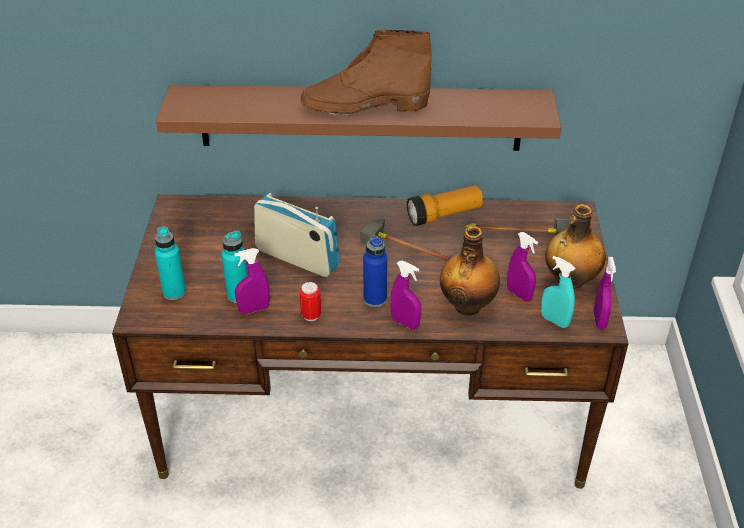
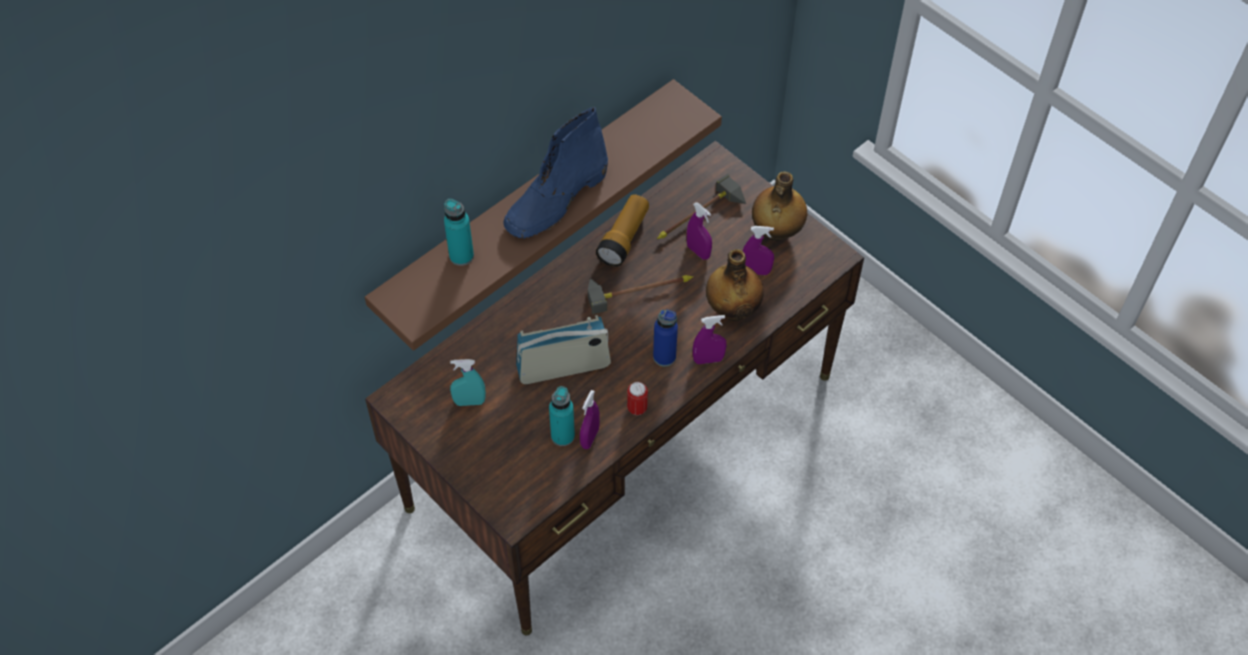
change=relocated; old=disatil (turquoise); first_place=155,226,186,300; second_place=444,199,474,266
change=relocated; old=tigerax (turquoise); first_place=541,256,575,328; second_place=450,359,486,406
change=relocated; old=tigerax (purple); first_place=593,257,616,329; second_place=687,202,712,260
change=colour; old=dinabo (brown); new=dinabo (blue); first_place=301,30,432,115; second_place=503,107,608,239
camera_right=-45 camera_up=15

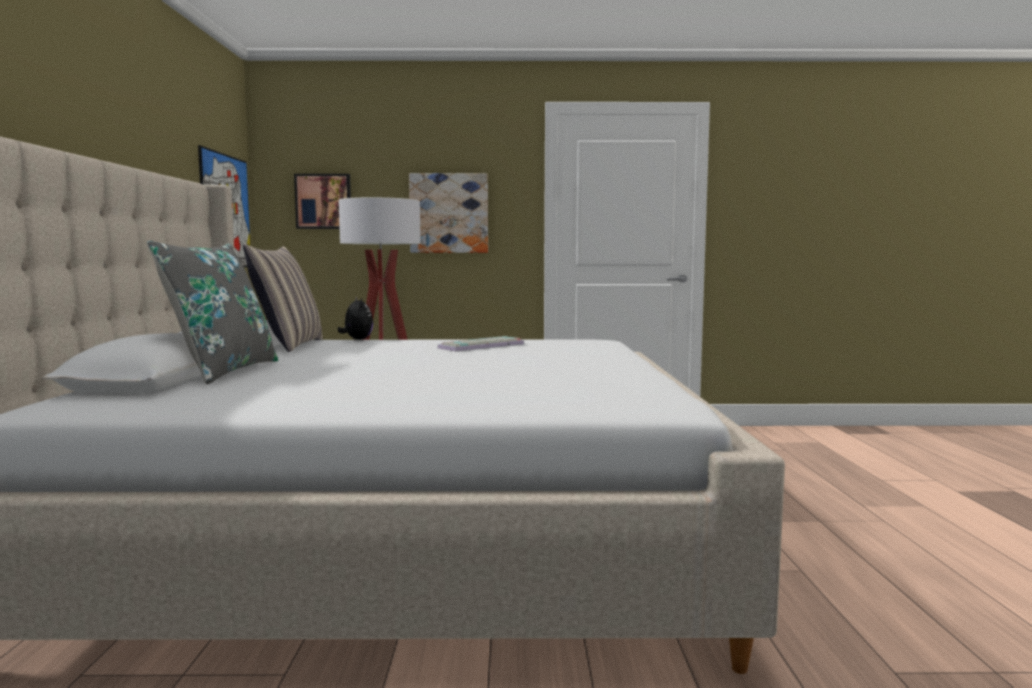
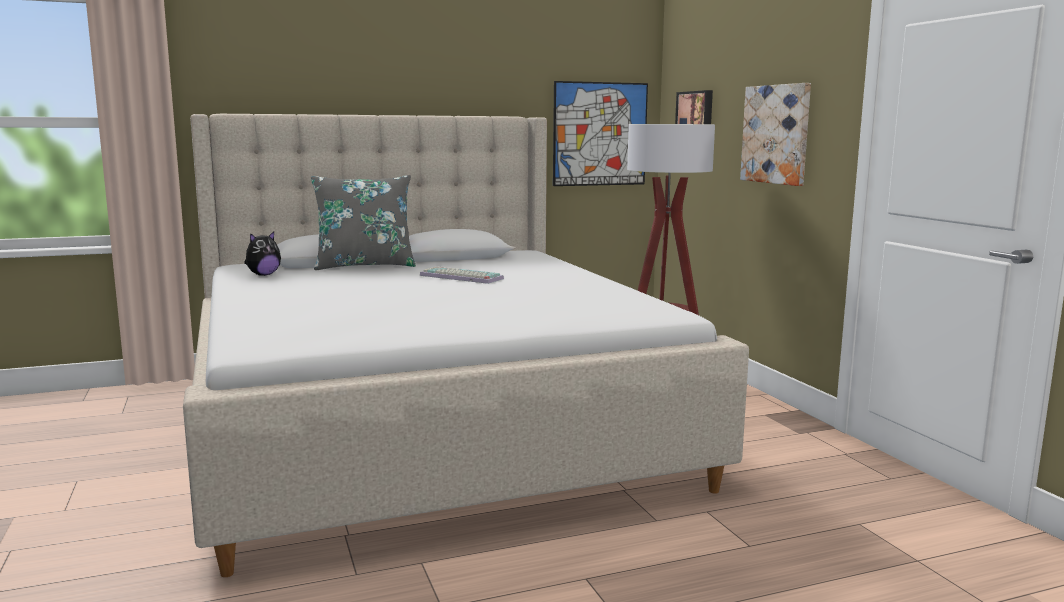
change=missing; old=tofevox; first_place=243,244,323,352
change=relocated; old=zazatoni; first_place=338,297,373,340; second_place=244,232,281,276
change=relocated; old=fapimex; first_place=437,336,524,352; second_place=420,266,504,284
camera_right=70 camera_up=5

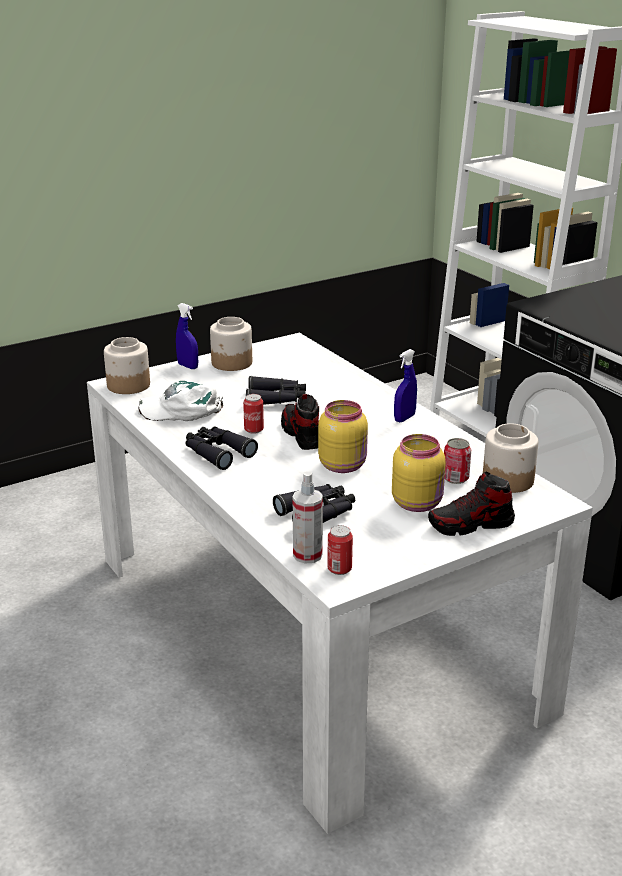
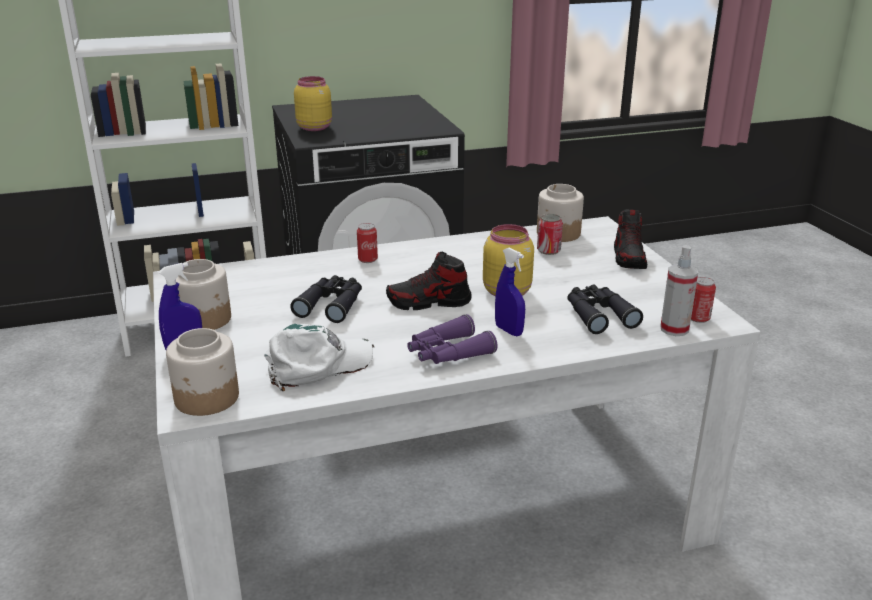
change=relocated; old=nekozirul; first_place=243,394,264,434; second_place=357,223,378,263
change=relocated; old=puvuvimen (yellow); first_place=392,434,446,512; second_place=294,76,332,131
change=relocated; old=tigerax (blue); first_place=394,349,417,422; second_place=495,248,525,336
change=colour; old=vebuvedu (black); new=vebuvedu (purple); first_place=186,427,258,470; second_place=407,314,497,364
change=spun; old=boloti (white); first_place=138,381,223,421; second_place=264,324,374,391; degrees=-135
camera_right=-75 camera_up=0

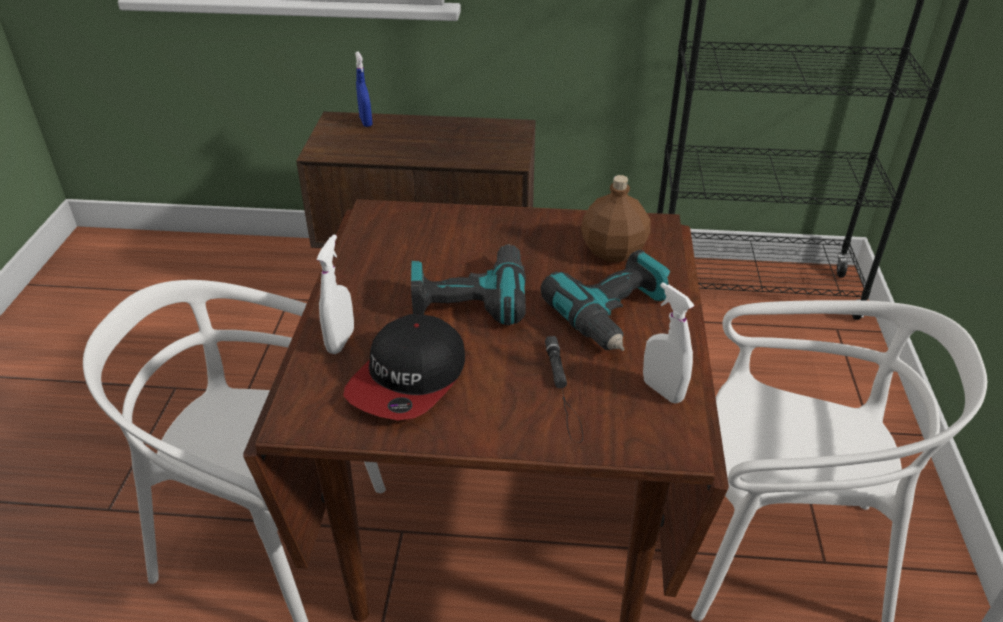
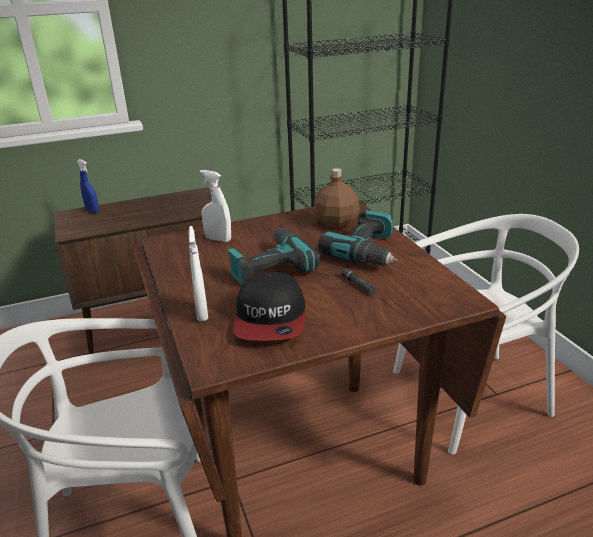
change=relocated; old=tigerax (white); first_place=643,282,695,403; second_place=200,170,231,242
camera_right=-25 camera_up=-10

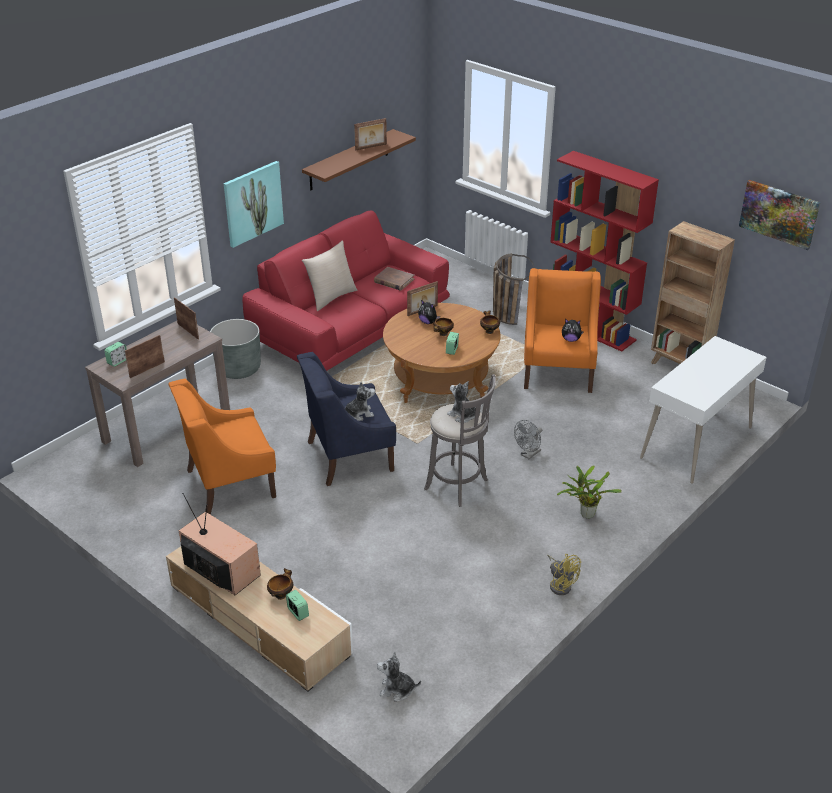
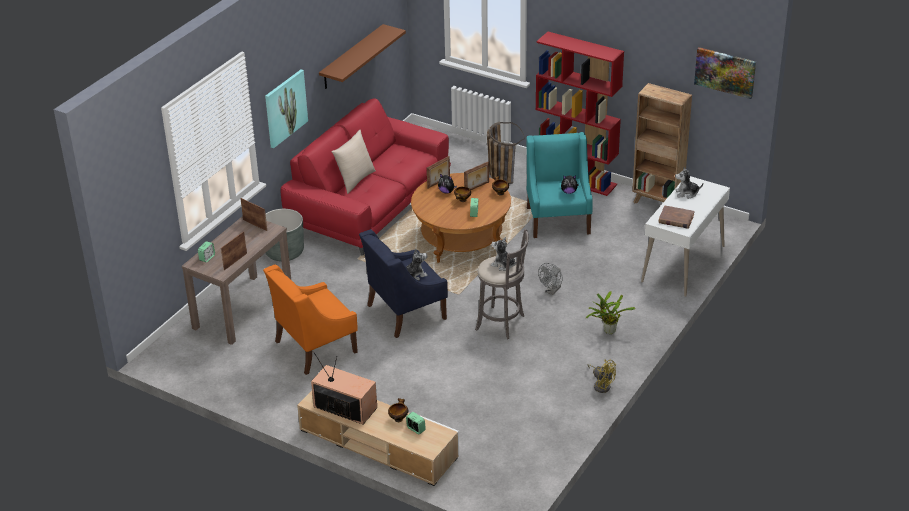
change=relocated; old=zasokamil; first_place=354,118,387,151; second_place=464,161,489,190
change=relocated; old=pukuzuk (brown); first_place=374,267,414,291; second_place=659,206,695,229
change=relocated; old=zazatoni; first_place=377,651,421,701; second_place=675,167,703,199
change=colour; old=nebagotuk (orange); new=nebagotuk (turquoise); first_place=524,268,601,393; second_place=526,132,593,238
camera_right=-10 camera_up=0

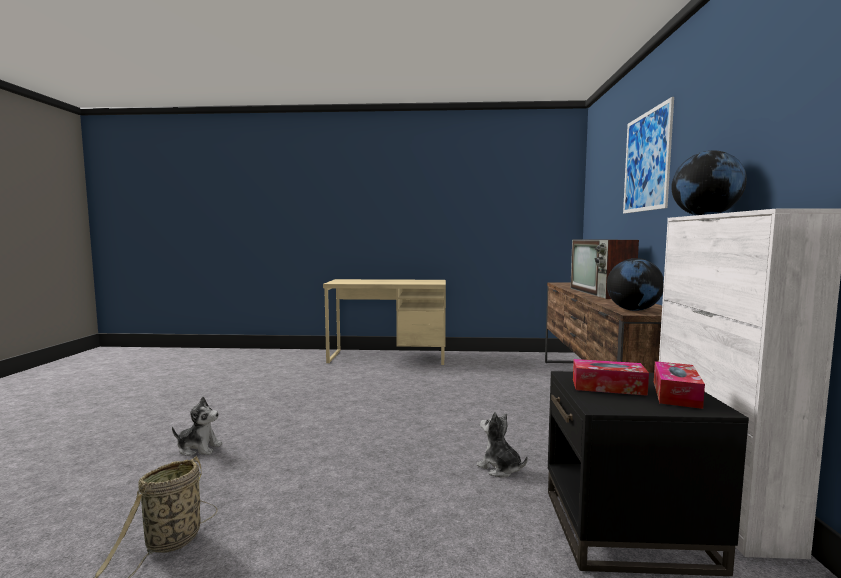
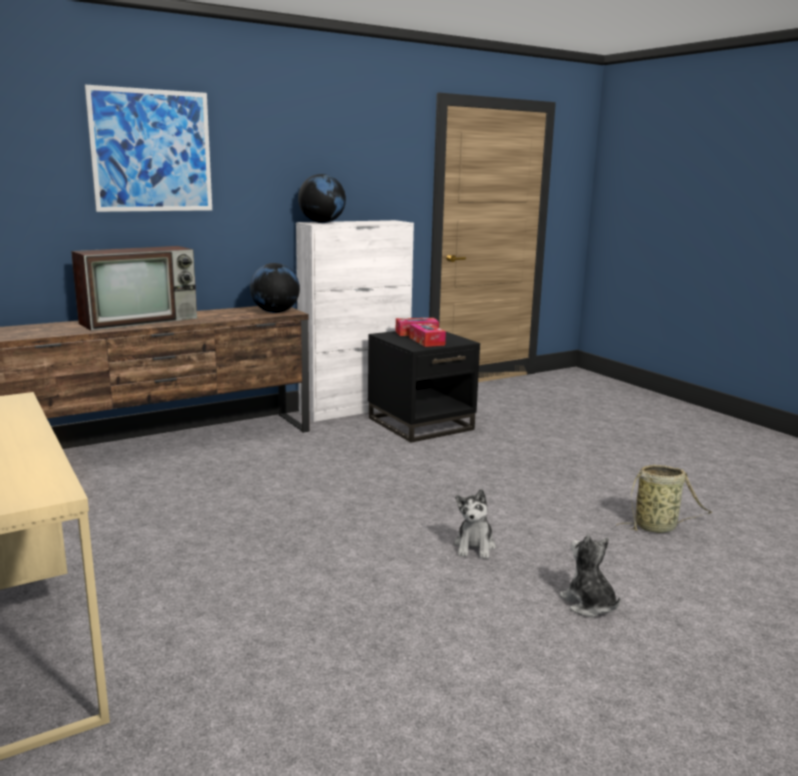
change=relocated; old=zazatoni; first_place=477,412,528,477; second_place=454,489,496,559
camera_right=-125 camera_up=10

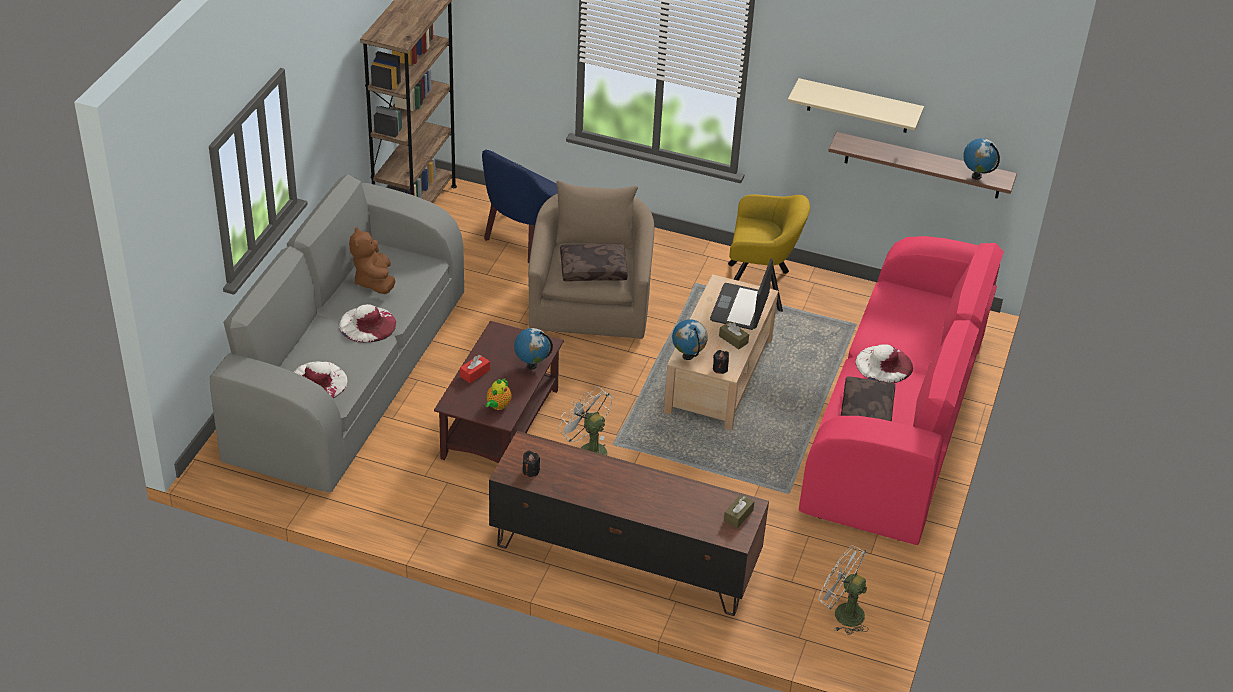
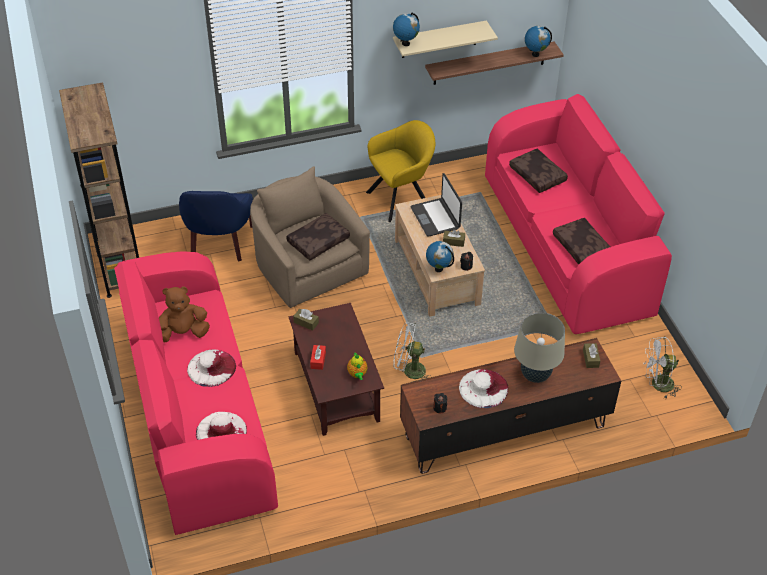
change=appeared; new=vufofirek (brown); second_place=293,309,319,331
change=appeared; new=tofevox (brown); second_place=509,149,568,193
change=appeared; new=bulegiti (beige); second_place=514,312,565,383
change=relocated; old=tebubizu; first_place=514,328,553,370; second_place=393,12,420,46
change=relocated; old=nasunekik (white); first_place=856,344,913,383; second_place=459,369,508,408
change=colour; old=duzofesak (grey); new=duzofesak (pink); first_place=210,174,464,492; second_place=114,251,278,535
change=spun; old=zazatoni (brown); first_place=349,227,395,294; second_place=159,286,210,342; degrees=120
camera_right=-35 camera_up=5

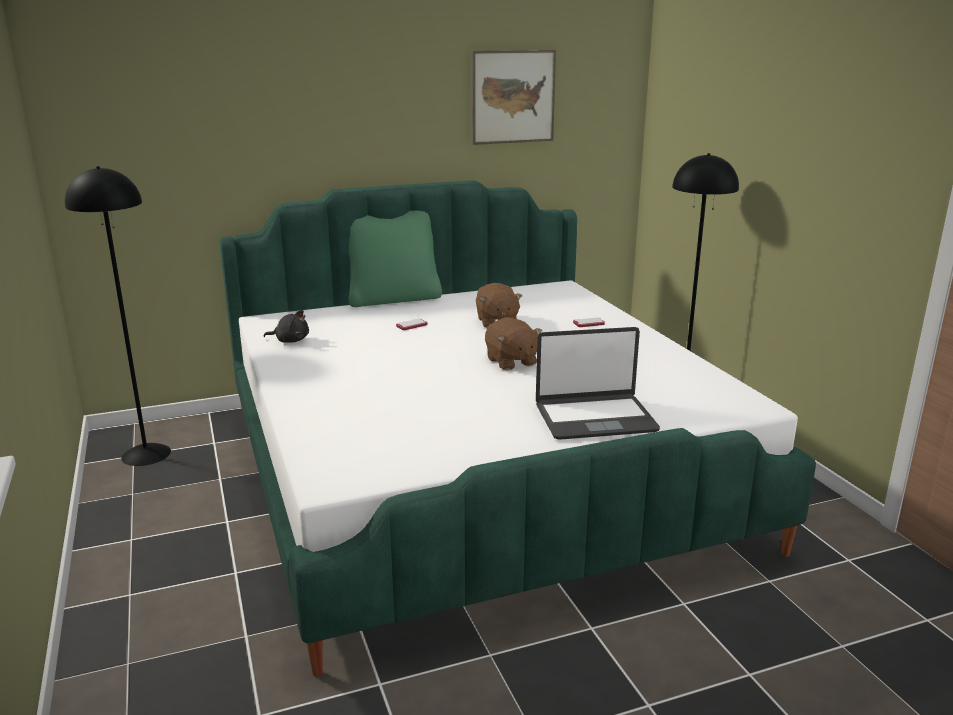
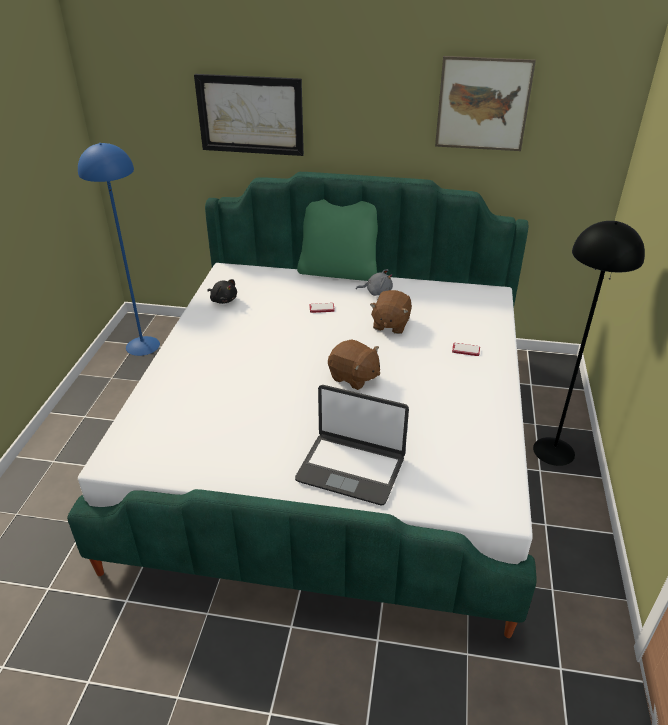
change=appeared; new=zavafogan; second_place=194,74,304,156
change=appeared; new=zazatoni (grey); second_place=356,269,393,296
change=colour; old=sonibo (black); new=sonibo (blue); first_place=65,166,171,466; second_place=78,143,160,356
change=spun; old=zazatoni (brown); first_place=485,317,542,370; second_place=328,339,380,390; degrees=-60
camera_right=30 camera_up=15

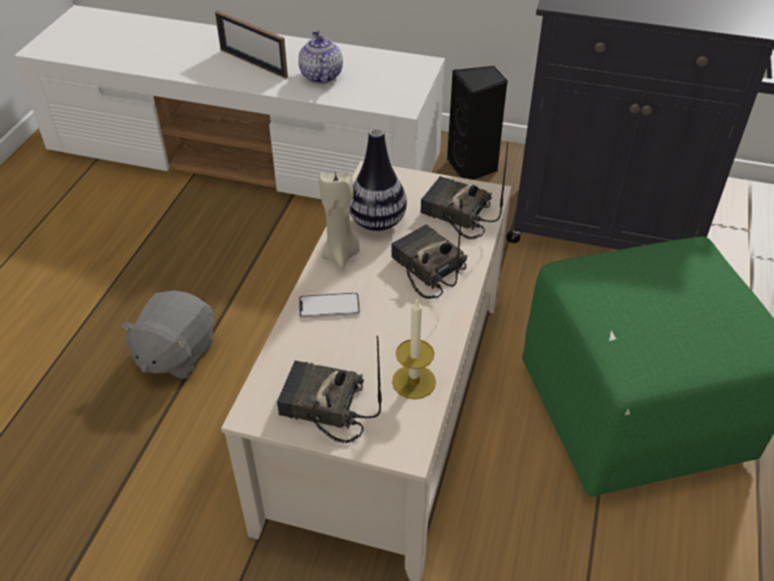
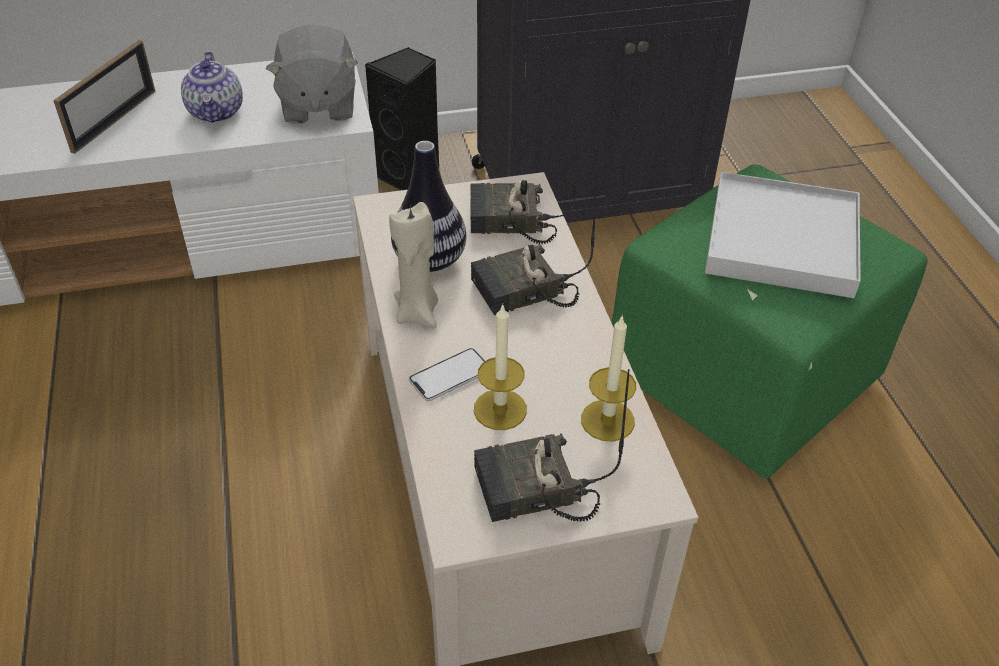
change=appeared; new=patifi; second_place=474,304,527,430
change=appeared; new=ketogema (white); second_place=705,172,861,298
change=relocated; old=zazatoni (grey); first_place=120,291,214,379; second_place=266,24,358,124
change=spun; old=zasokamil; first_place=215,10,288,79; second_place=53,40,155,154; degrees=-75
change=spun; old=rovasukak; first_place=298,30,343,84; second_place=181,52,243,123; degrees=-150
change=spun; old=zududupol; first_place=391,207,467,299; second_place=471,165,598,315; degrees=-45
camera_right=-30 camera_up=0

